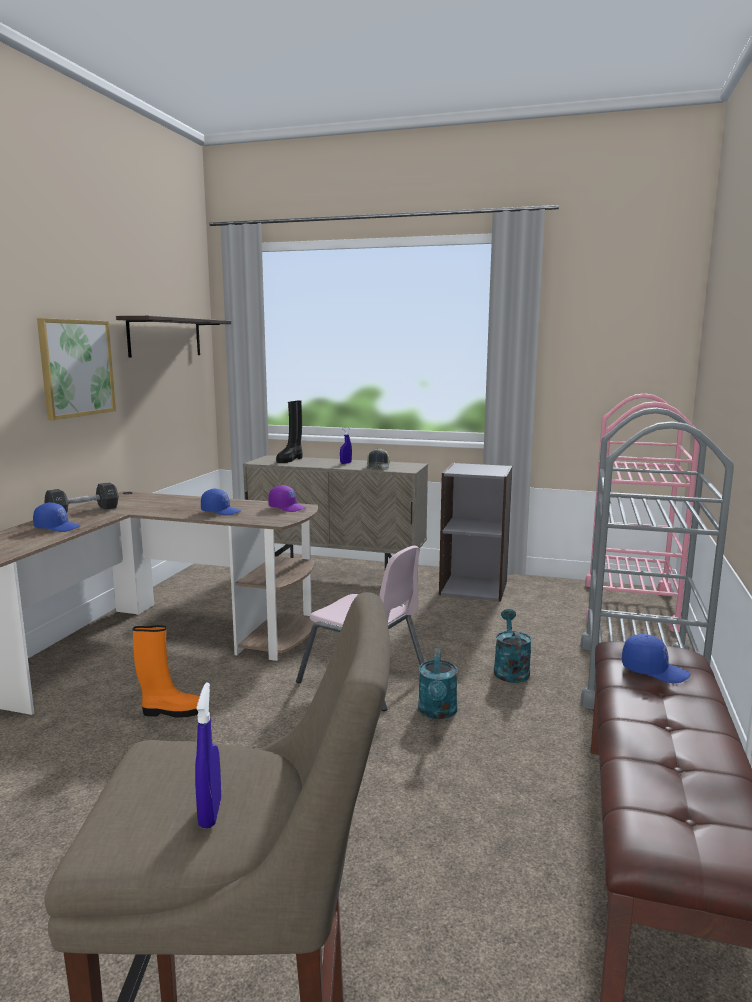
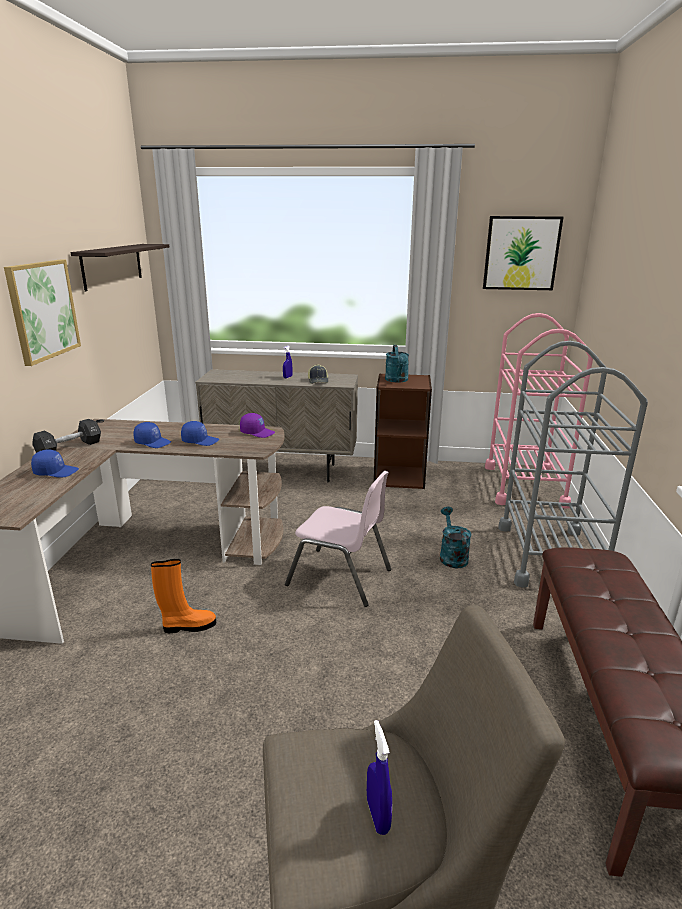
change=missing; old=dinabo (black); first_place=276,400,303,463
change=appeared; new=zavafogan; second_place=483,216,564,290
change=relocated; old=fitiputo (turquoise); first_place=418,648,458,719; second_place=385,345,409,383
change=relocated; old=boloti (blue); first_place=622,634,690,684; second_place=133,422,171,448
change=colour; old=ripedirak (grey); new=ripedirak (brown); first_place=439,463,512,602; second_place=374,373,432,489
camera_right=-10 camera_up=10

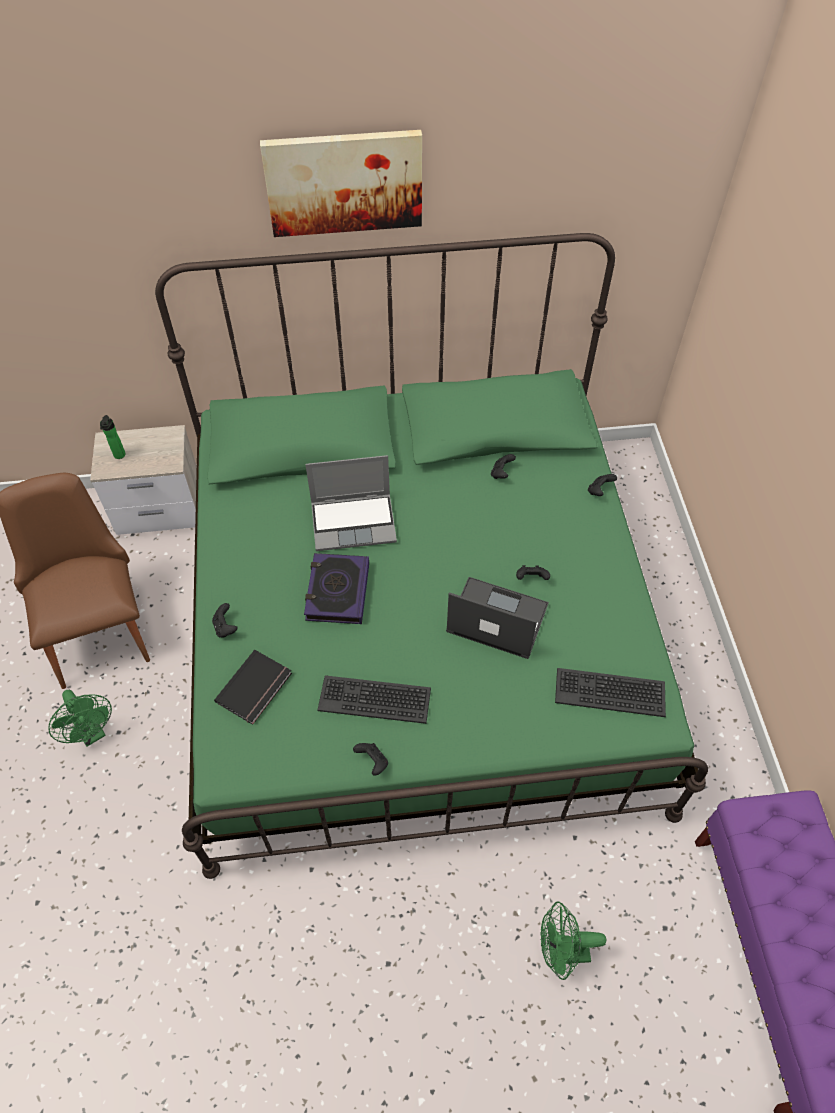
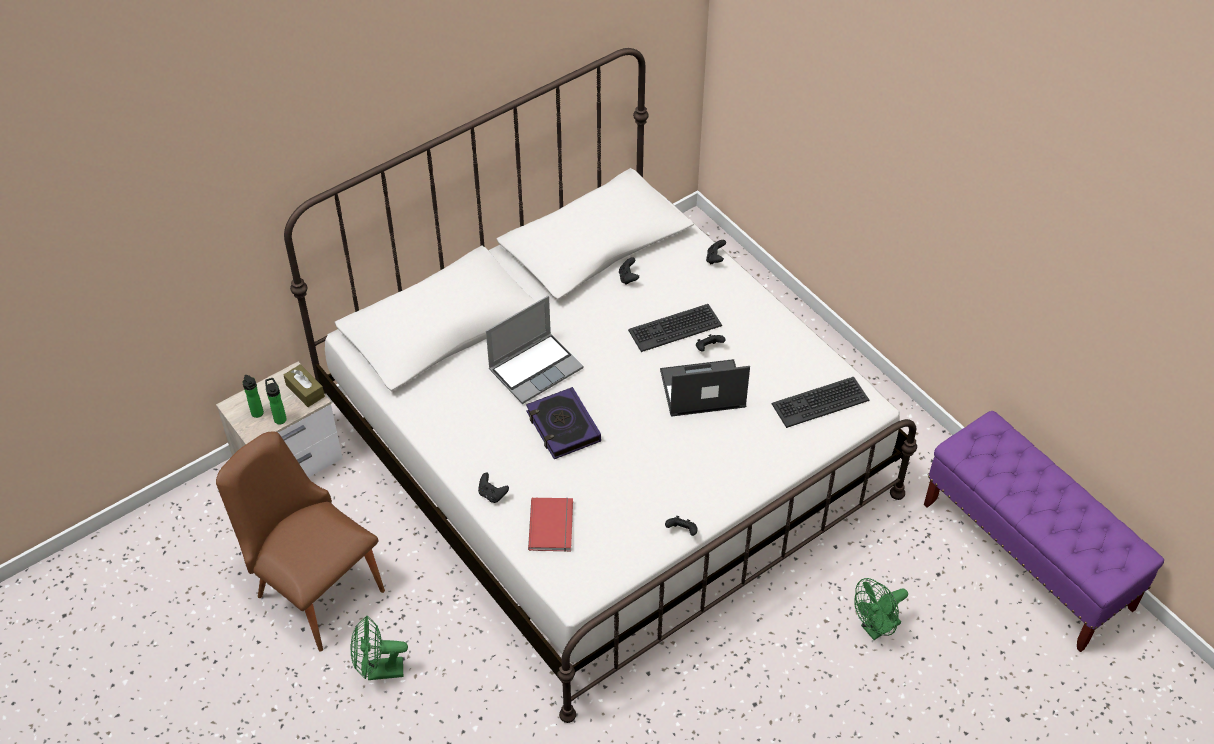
change=missing; old=zavafogan; first_place=260,130,422,237
change=appeared; new=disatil; second_place=265,378,287,424
change=appeared; new=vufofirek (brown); second_place=284,364,325,407
change=relocated; old=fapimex; first_place=317,675,431,724; second_place=628,304,722,352
change=colour; old=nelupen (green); new=nelupen (white); first_place=155,233,708,879; second_place=284,48,917,723
change=colour; old=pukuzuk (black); new=pukuzuk (red); first_place=214,650,292,725; second_place=528,498,573,552
change=spun; old=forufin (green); first_place=48,690,112,747; second_place=350,615,408,680; degrees=150
camera_right=-30 camera_up=-5

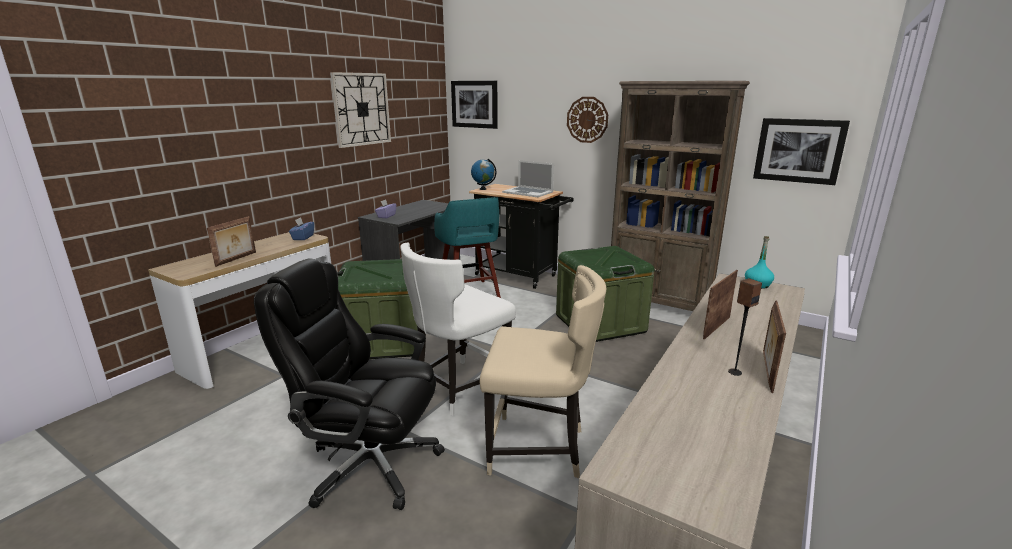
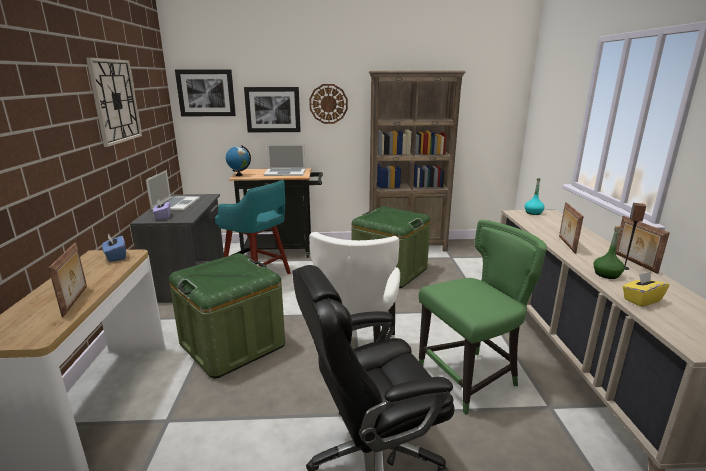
change=appeared; new=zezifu; second_place=146,170,200,210
change=appeared; new=disatil (green); second_place=593,226,625,279
change=appeared; new=vufofirek (yellow); second_place=623,271,669,307
change=relocated; old=zavafogan; first_place=753,118,850,185; second_place=244,87,301,133
change=colour; old=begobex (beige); new=begobex (green); first_place=480,265,606,478; second_place=419,220,547,415
camera_right=-35 camera_up=0

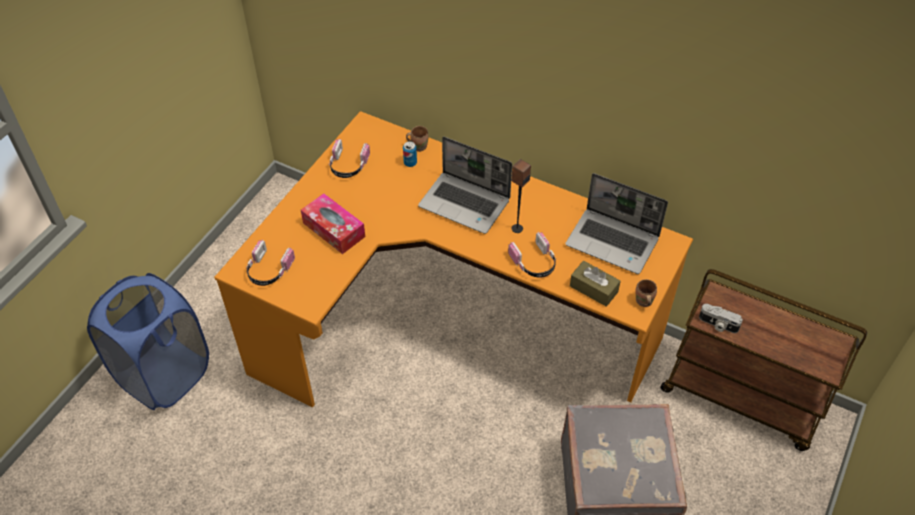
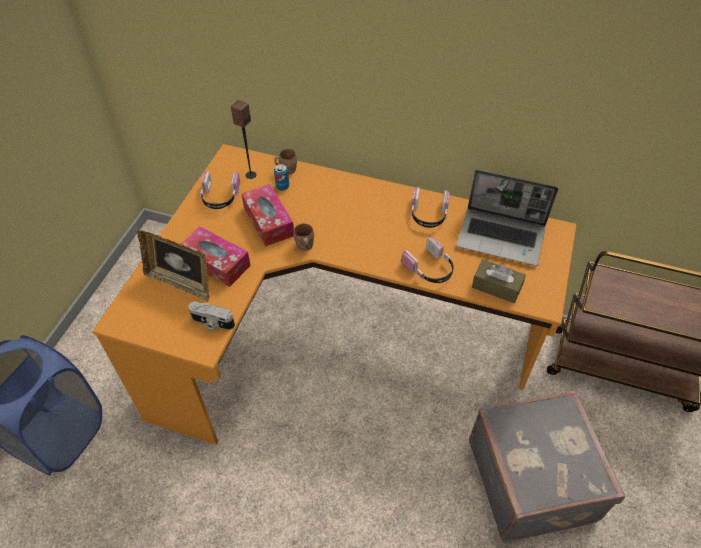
change=missing; old=zezifu; first_place=418,136,512,234
change=appeared; new=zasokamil; second_place=137,230,210,302
change=appeared; new=vufofirek; second_place=241,184,294,246
change=relocated; old=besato; first_place=246,240,295,286; second_place=411,187,450,228
change=relocated; old=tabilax; first_place=511,159,531,233; second_place=231,100,256,179
change=relocated; old=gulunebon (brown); first_place=635,279,657,307; second_place=293,223,314,251
change=relocated; old=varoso; first_place=699,304,743,333; second_place=188,302,235,331
camera_right=-10 camera_up=0

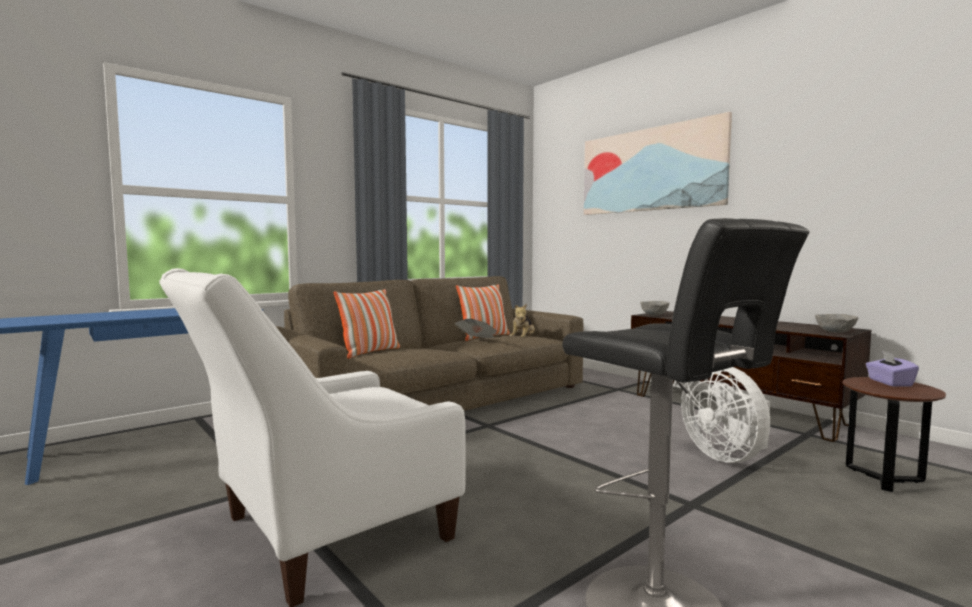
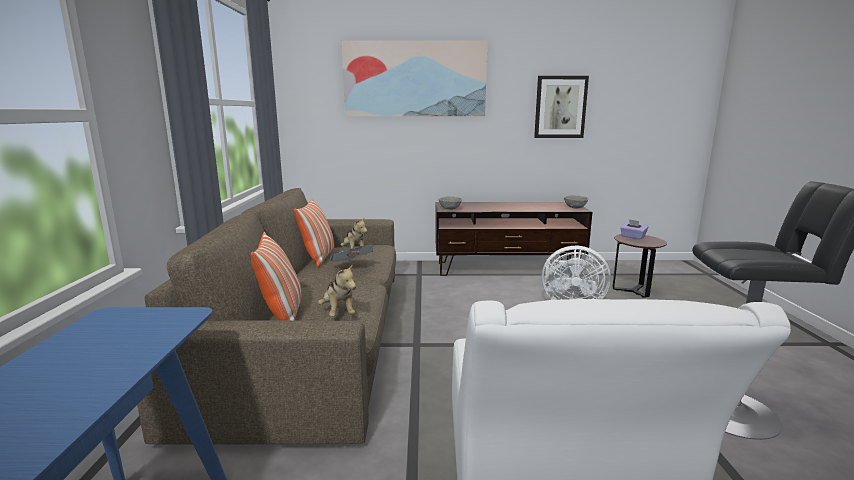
change=appeared; new=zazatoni; second_place=318,263,356,317
change=appeared; new=zavafogan; second_place=534,76,589,138
camera_right=-50 camera_up=10

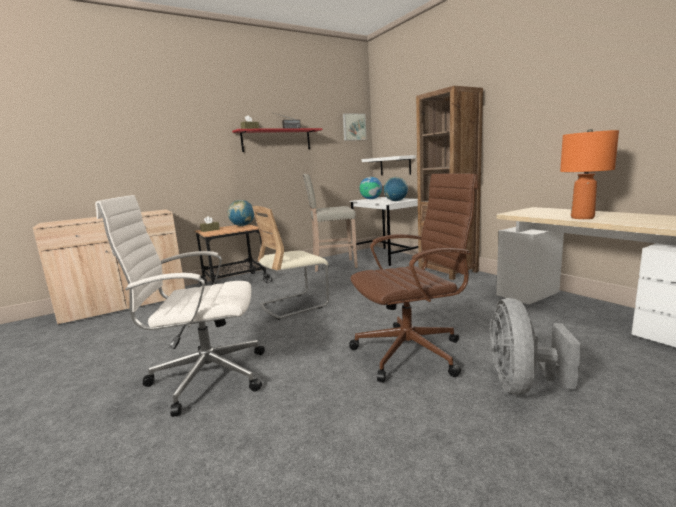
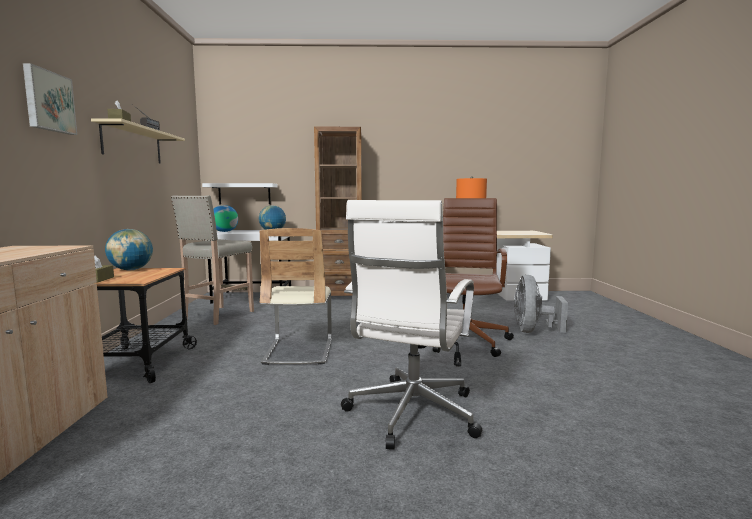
change=relocated; old=zavafogan; first_place=343,113,367,141; second_place=23,63,77,135
change=colour; old=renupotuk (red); new=renupotuk (beige); first_place=232,128,323,152; second_place=91,118,185,163
change=spun; old=forufin (grey); first_place=489,298,581,395; second_place=514,275,568,333; degrees=60
camera_right=-60 camera_up=-5

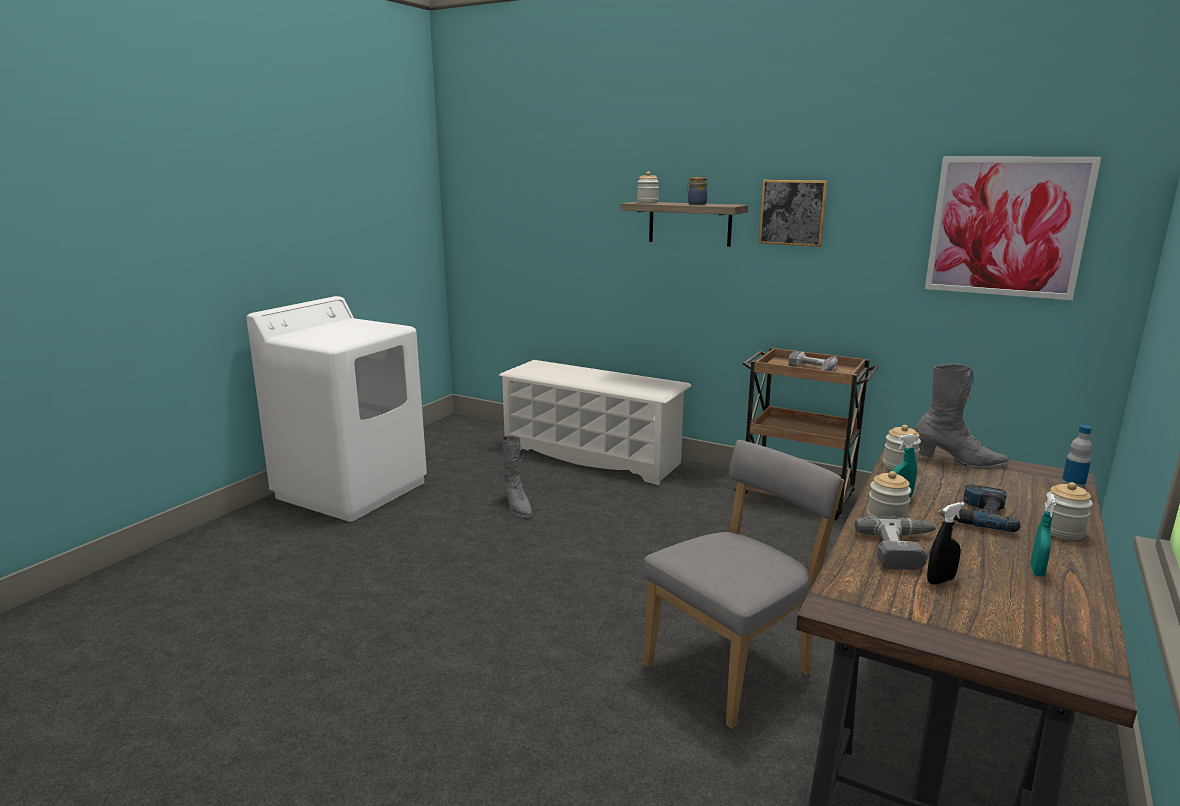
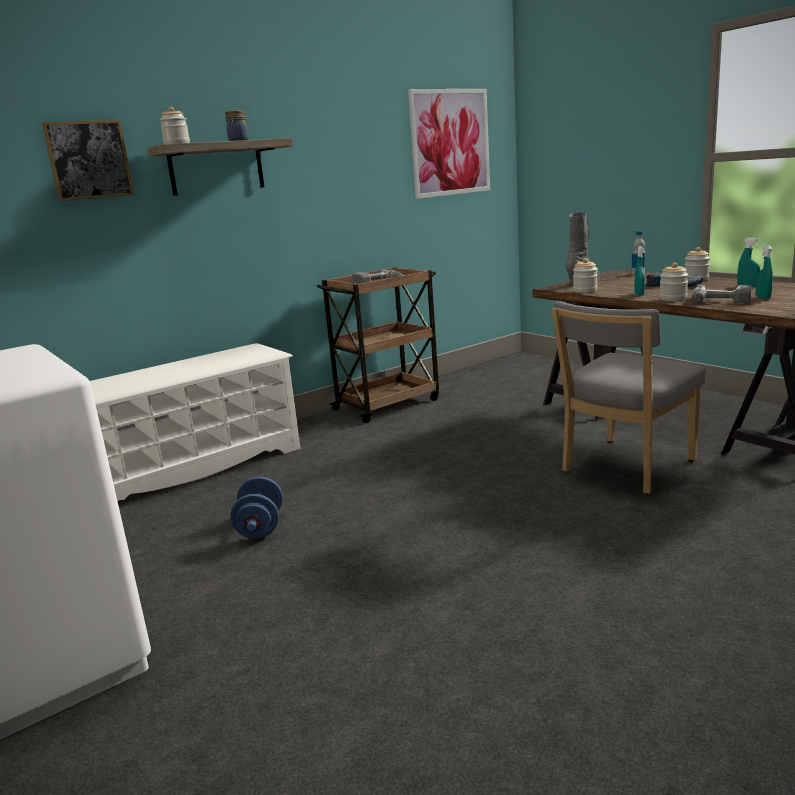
change=relocated; old=zavafogan; first_place=759,180,828,247; second_place=42,120,134,201
change=exchanged; old=dinabo (grey); new=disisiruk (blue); first_place=501,435,533,518; second_place=230,477,283,539
change=colour; old=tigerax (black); new=tigerax (turquoise); first_place=927,502,965,585; second_place=756,245,773,300
change=spun; old=begobex (grey); first_place=643,440,845,729; second_place=551,301,705,494; degrees=-120
camera_right=-65 camera_up=0

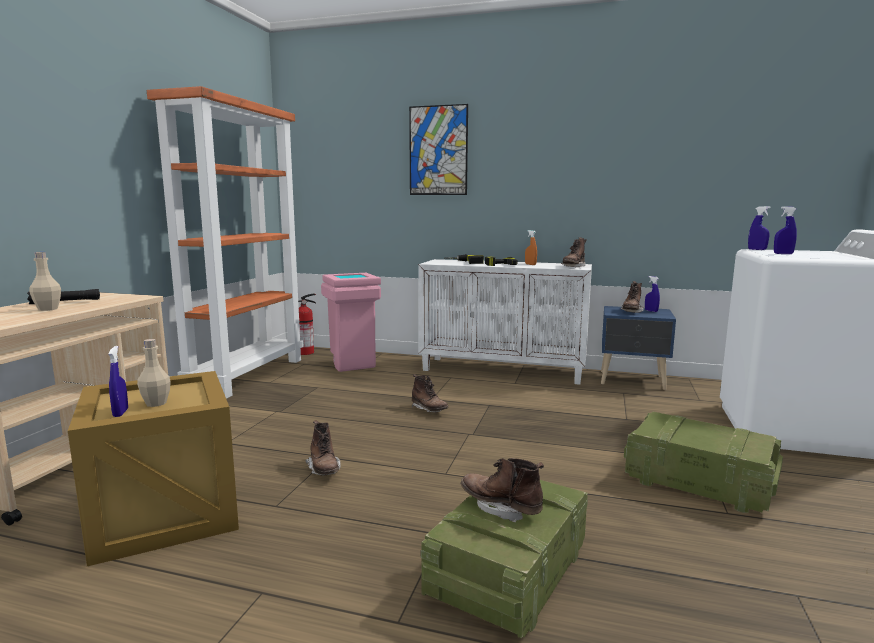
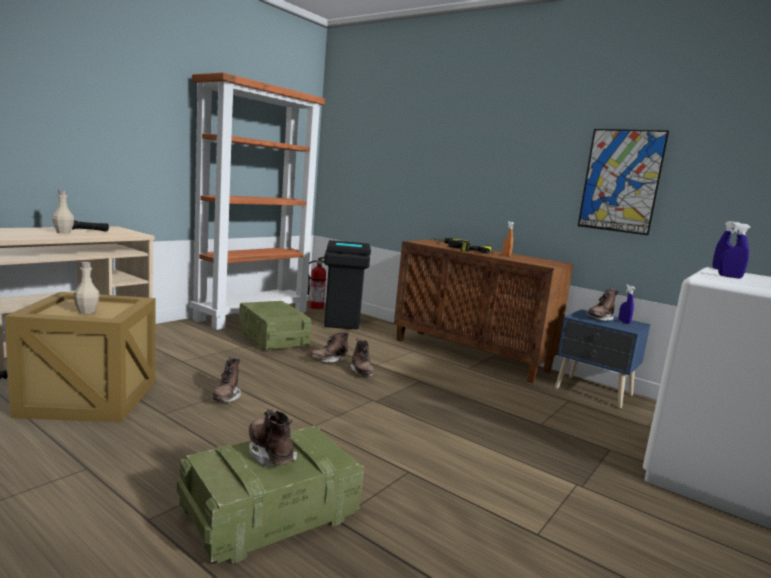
change=missing; old=tigerax (blue); first_place=108,346,128,417
change=relocated; old=zavafogan; first_place=409,104,468,195; second_place=578,129,669,235
change=relocated; old=dinabo (brown); first_place=561,238,587,267; second_place=310,331,349,363
change=relocated; old=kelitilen; first_place=624,412,783,513; second_place=239,301,312,350
change=colour; old=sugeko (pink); new=sugeko (black); first_place=321,273,381,372; second_place=324,240,371,329
change=colour; old=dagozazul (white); new=dagozazul (brown); first_place=418,259,592,385; second_place=394,239,573,383
camera_right=20 camera_up=0

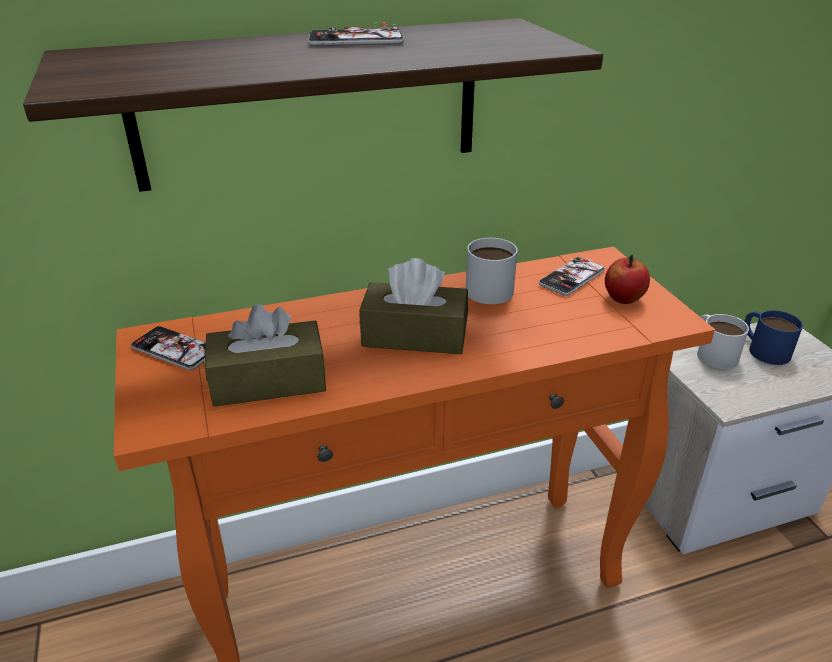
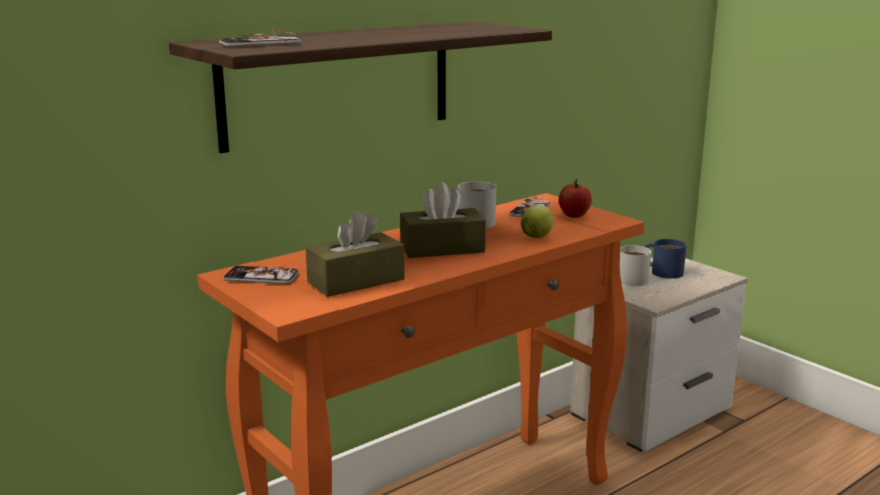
change=appeared; new=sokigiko; second_place=521,205,554,238
change=relocated; old=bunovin; first_place=308,22,404,46; second_place=219,30,301,47
camera_right=-20 camera_up=-15

